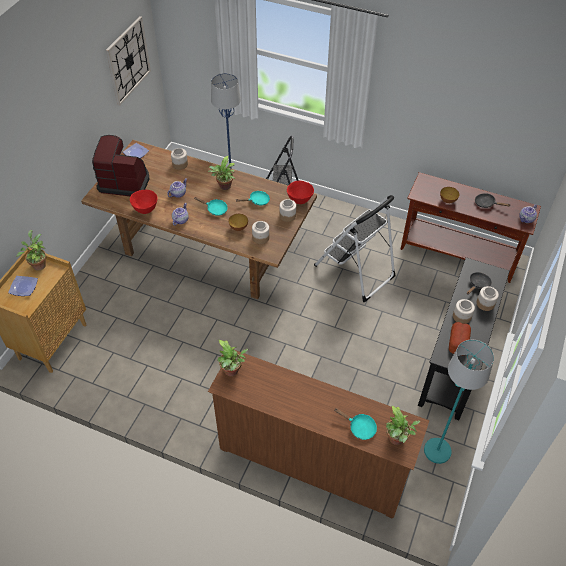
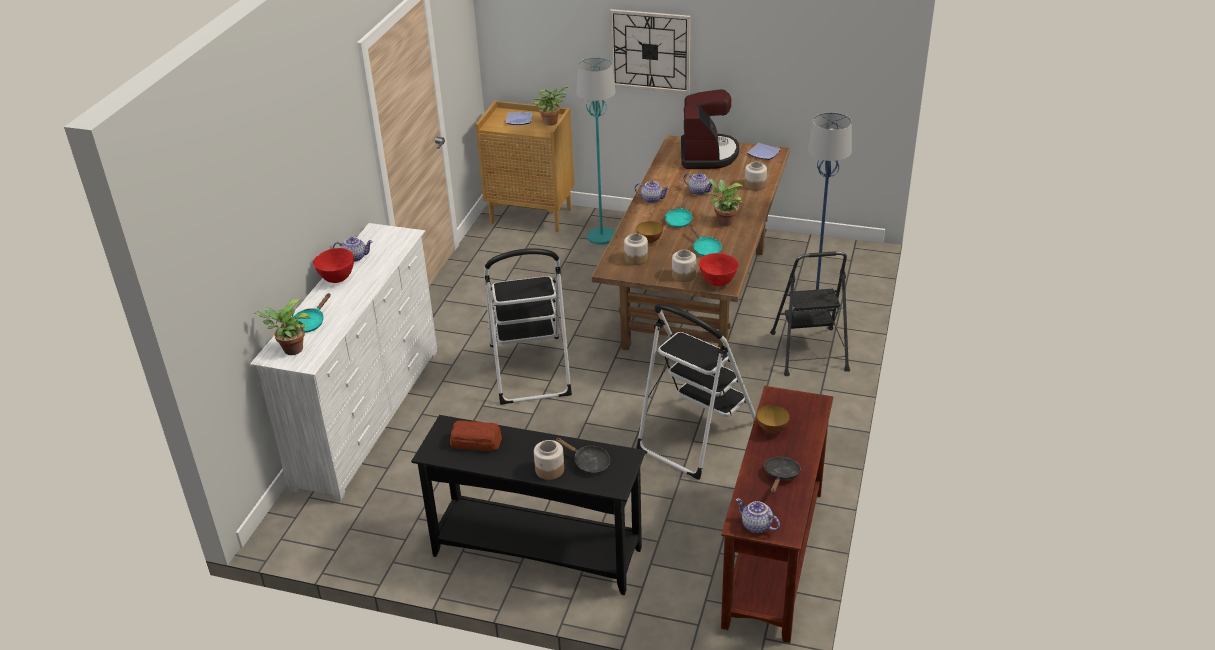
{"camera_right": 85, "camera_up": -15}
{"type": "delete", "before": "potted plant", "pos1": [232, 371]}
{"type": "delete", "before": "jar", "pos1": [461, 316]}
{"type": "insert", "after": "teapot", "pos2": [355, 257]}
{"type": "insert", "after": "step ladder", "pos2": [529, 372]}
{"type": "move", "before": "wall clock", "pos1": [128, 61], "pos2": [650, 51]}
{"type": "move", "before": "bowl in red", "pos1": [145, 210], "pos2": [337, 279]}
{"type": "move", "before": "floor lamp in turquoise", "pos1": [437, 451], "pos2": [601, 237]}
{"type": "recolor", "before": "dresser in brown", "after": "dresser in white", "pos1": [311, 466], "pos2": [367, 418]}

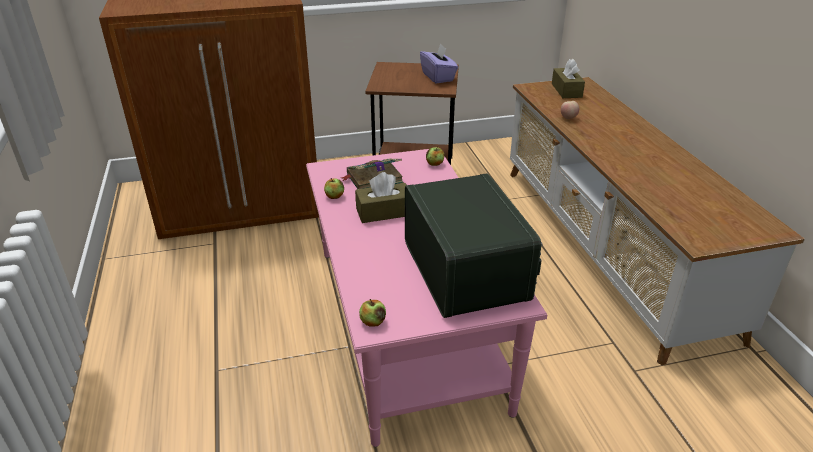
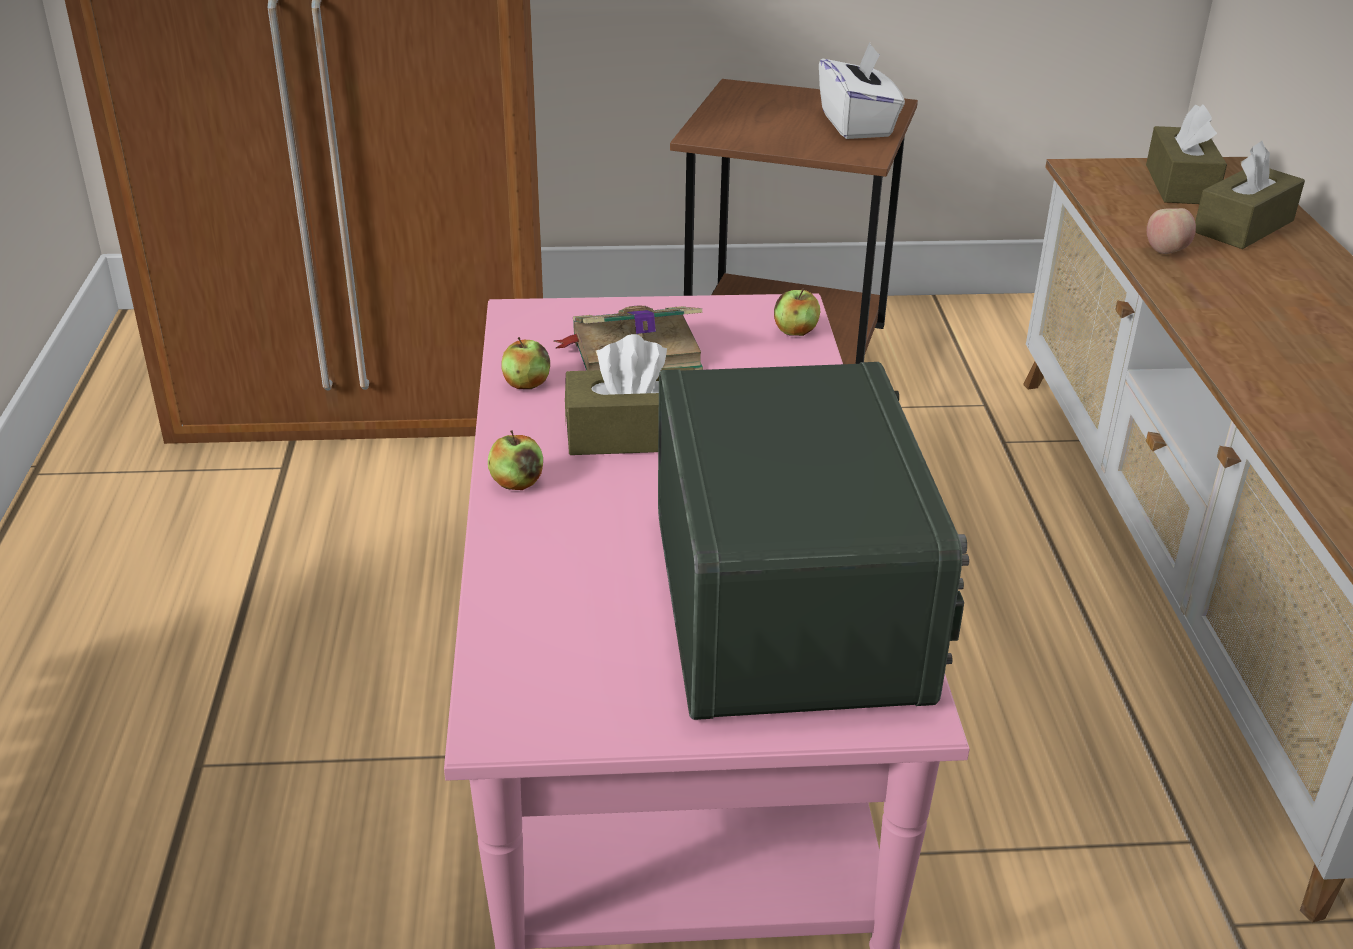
{"camera_right": 10, "camera_up": 0}
{"type": "insert", "after": "tissue box in brown", "pos2": [1243, 226]}
{"type": "move", "before": "apple", "pos1": [373, 322], "pos2": [516, 482]}
{"type": "recolor", "before": "tissue box in purple", "after": "tissue box in white", "pos1": [438, 77], "pos2": [857, 125]}

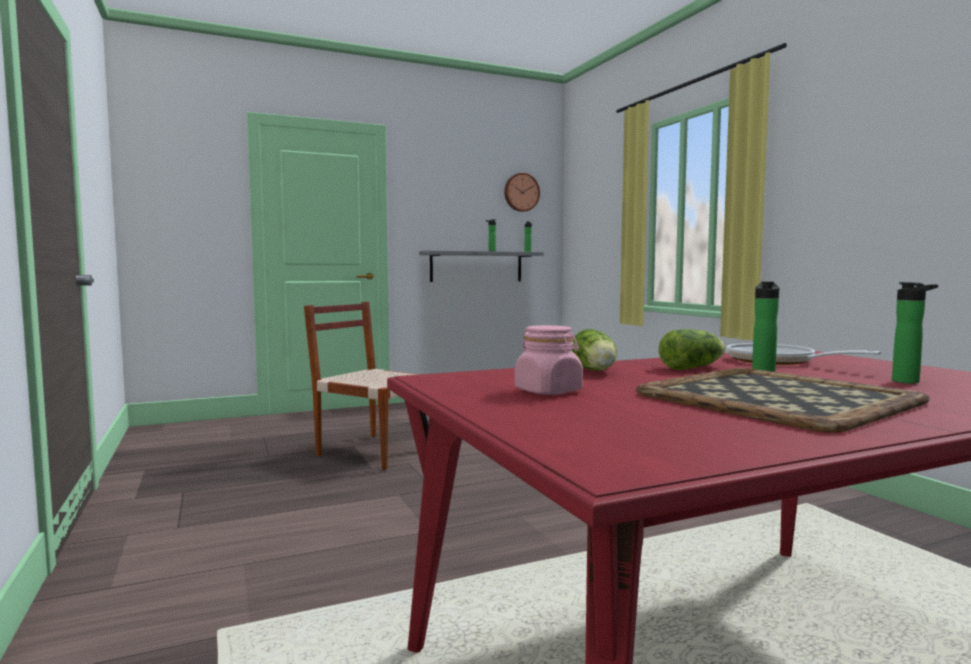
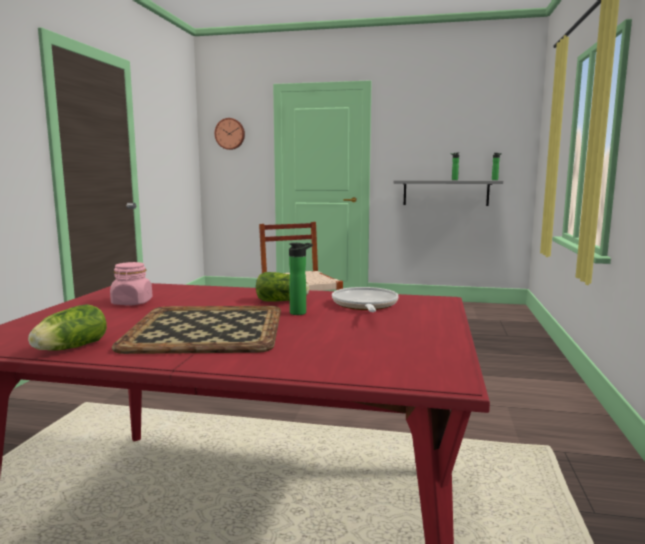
{"camera_right": 35, "camera_up": 5}
{"type": "delete", "before": "bottle", "pos1": [909, 382]}
{"type": "move", "before": "wall clock", "pos1": [521, 192], "pos2": [230, 134]}
{"type": "move", "before": "lettuce", "pos1": [595, 371], "pos2": [68, 348]}

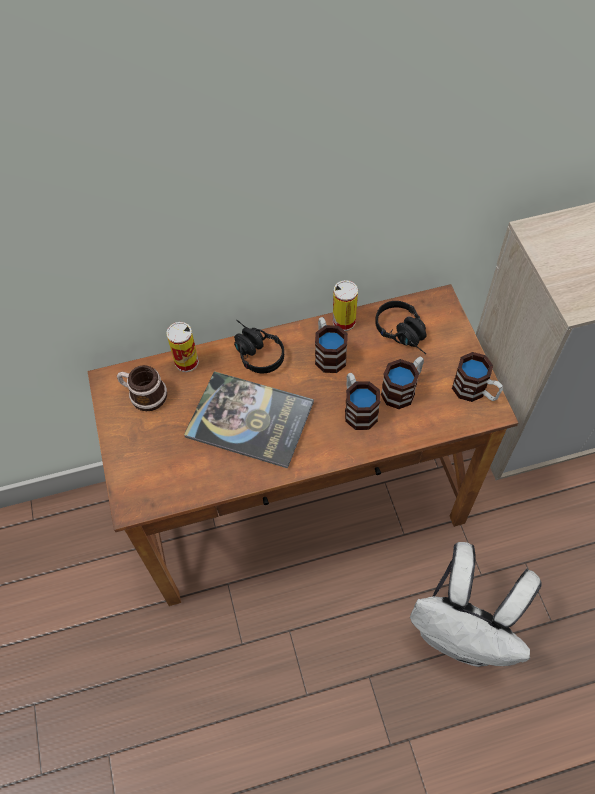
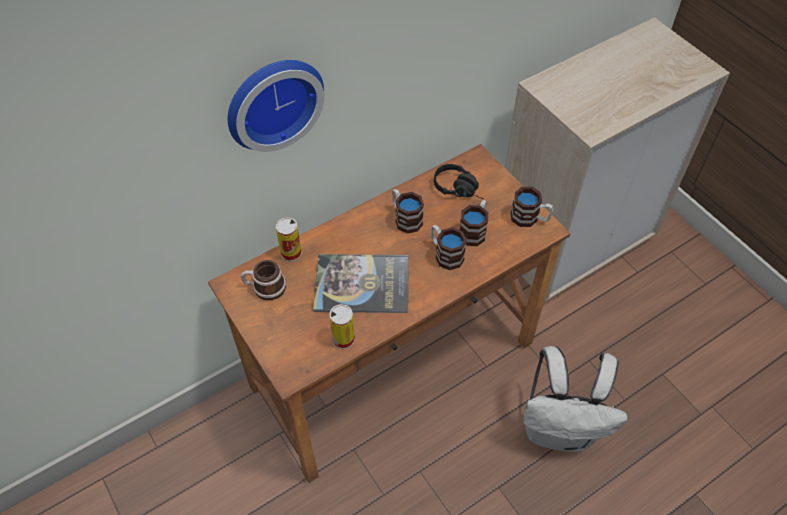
{"camera_right": -20, "camera_up": -5}
{"type": "delete", "before": "headphones in black", "pos1": [254, 352]}
{"type": "insert", "after": "wall clock", "pos2": [272, 100]}
{"type": "move", "before": "can", "pos1": [344, 321], "pos2": [343, 339]}

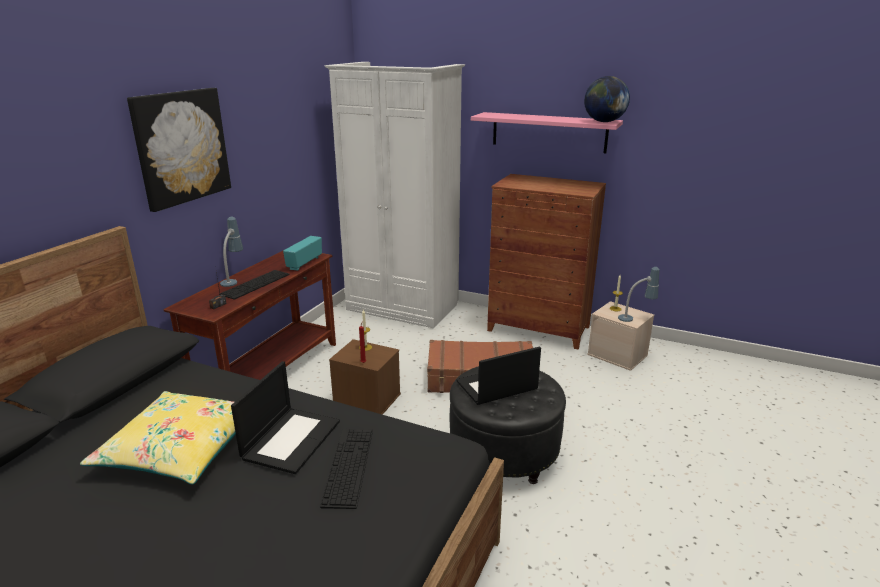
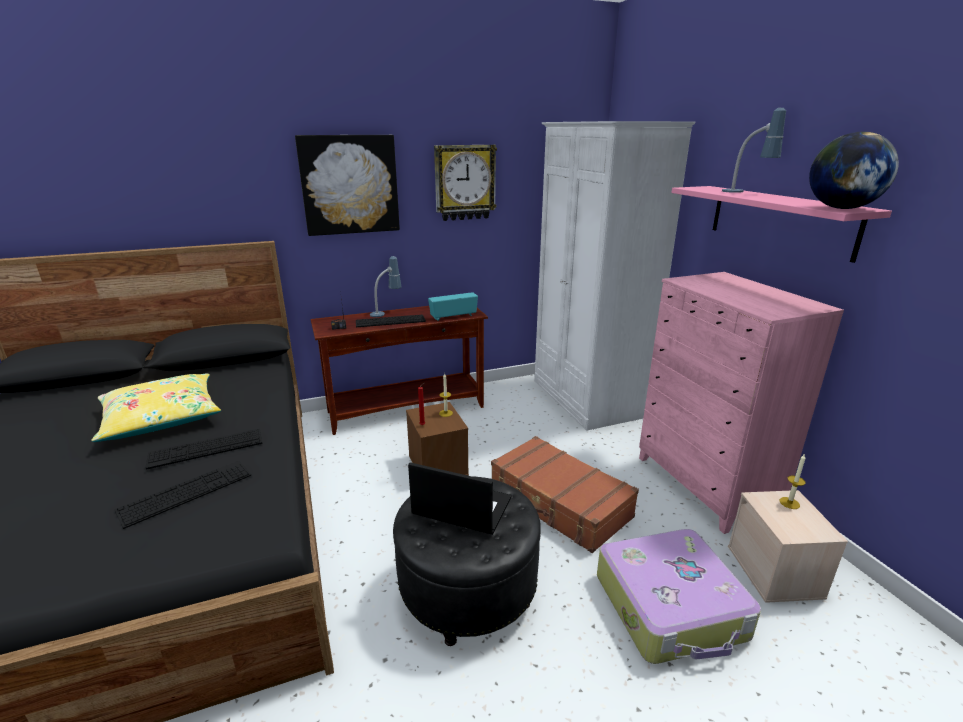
{"camera_right": 45, "camera_up": 0}
{"type": "insert", "after": "wall clock", "pos2": [464, 182]}
{"type": "insert", "after": "suitcase", "pos2": [671, 607]}
{"type": "move", "before": "table lamp", "pos1": [636, 318], "pos2": [746, 192]}
{"type": "replace", "before": "laptop", "after": "keyboard", "pos1": [291, 439], "pos2": [206, 448]}
{"type": "recolor", "before": "dresser in brown", "after": "dresser in pink", "pos1": [539, 330], "pos2": [703, 486]}

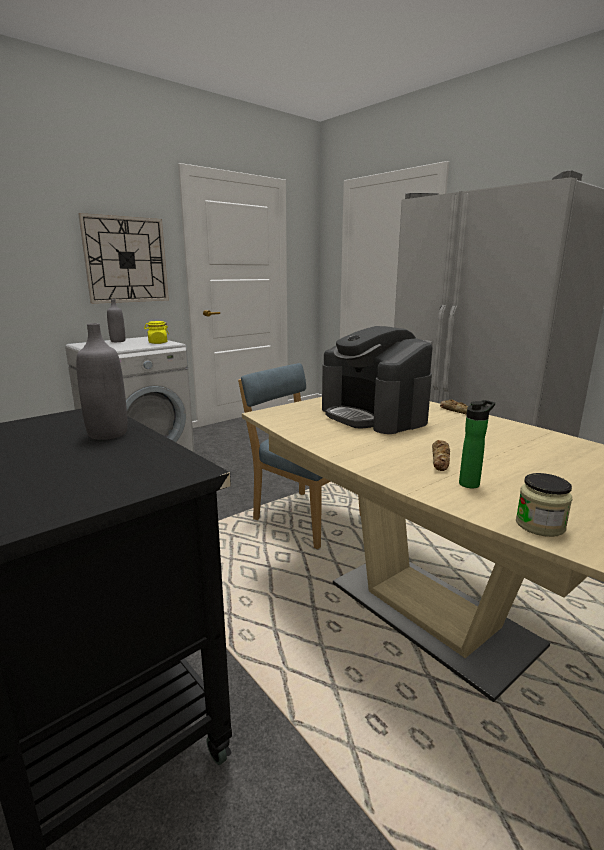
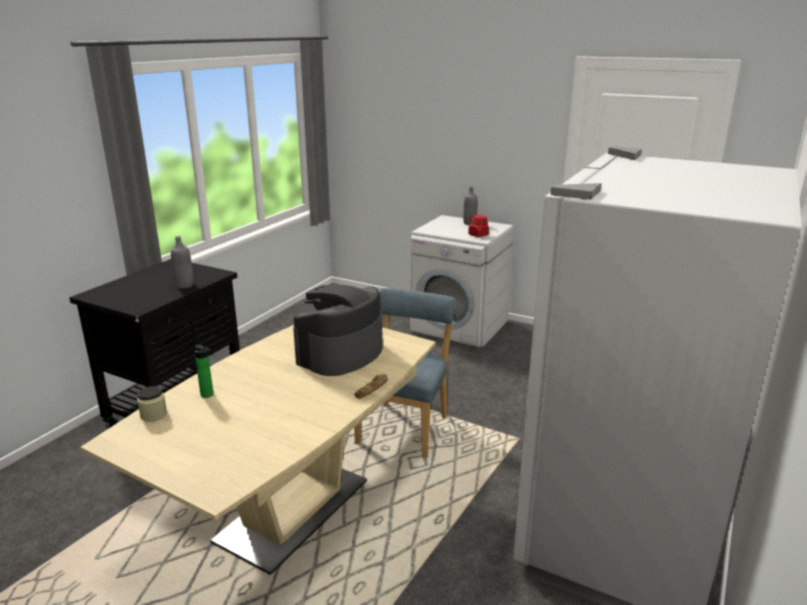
{"camera_right": 70, "camera_up": 5}
{"type": "delete", "before": "wall clock", "pos1": [126, 260]}
{"type": "delete", "before": "bread", "pos1": [441, 459]}
{"type": "recolor", "before": "jar in yellow", "after": "jar in red", "pos1": [157, 343], "pos2": [478, 235]}

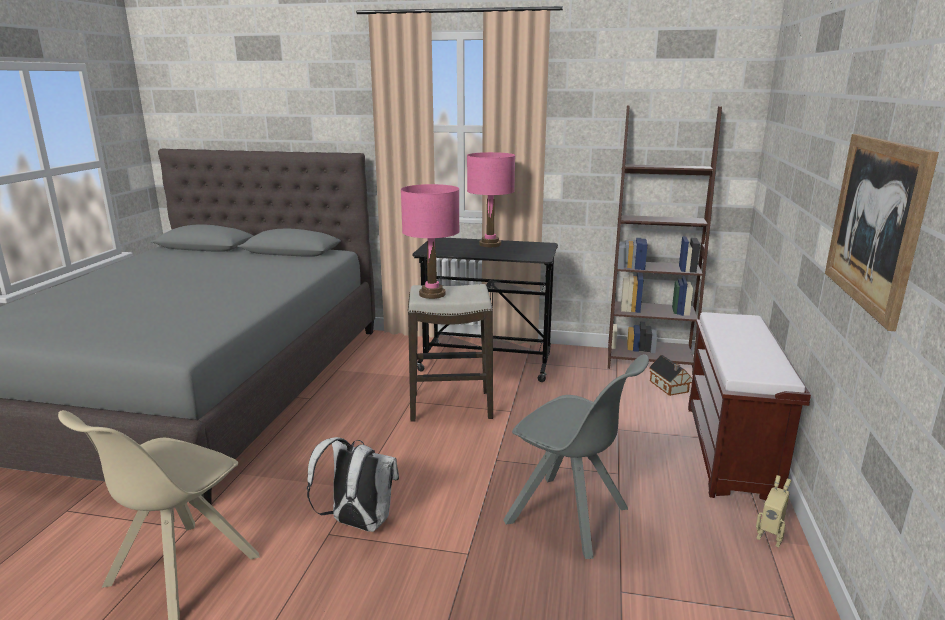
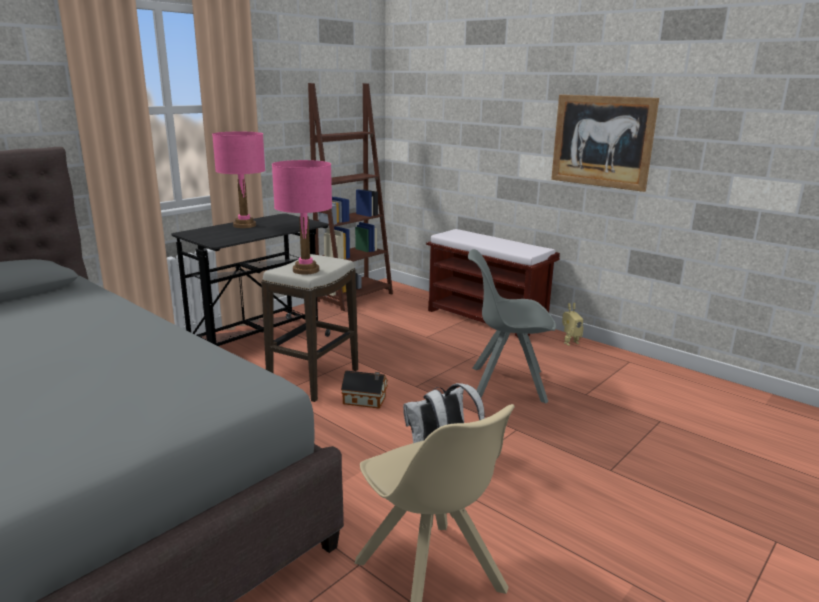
{"camera_right": -60, "camera_up": 0}
{"type": "move", "before": "toy house", "pos1": [669, 387], "pos2": [366, 400]}
{"type": "rotate", "before": "chair in grey", "pos1": [569, 516], "pos2": [506, 384], "turn": -150}

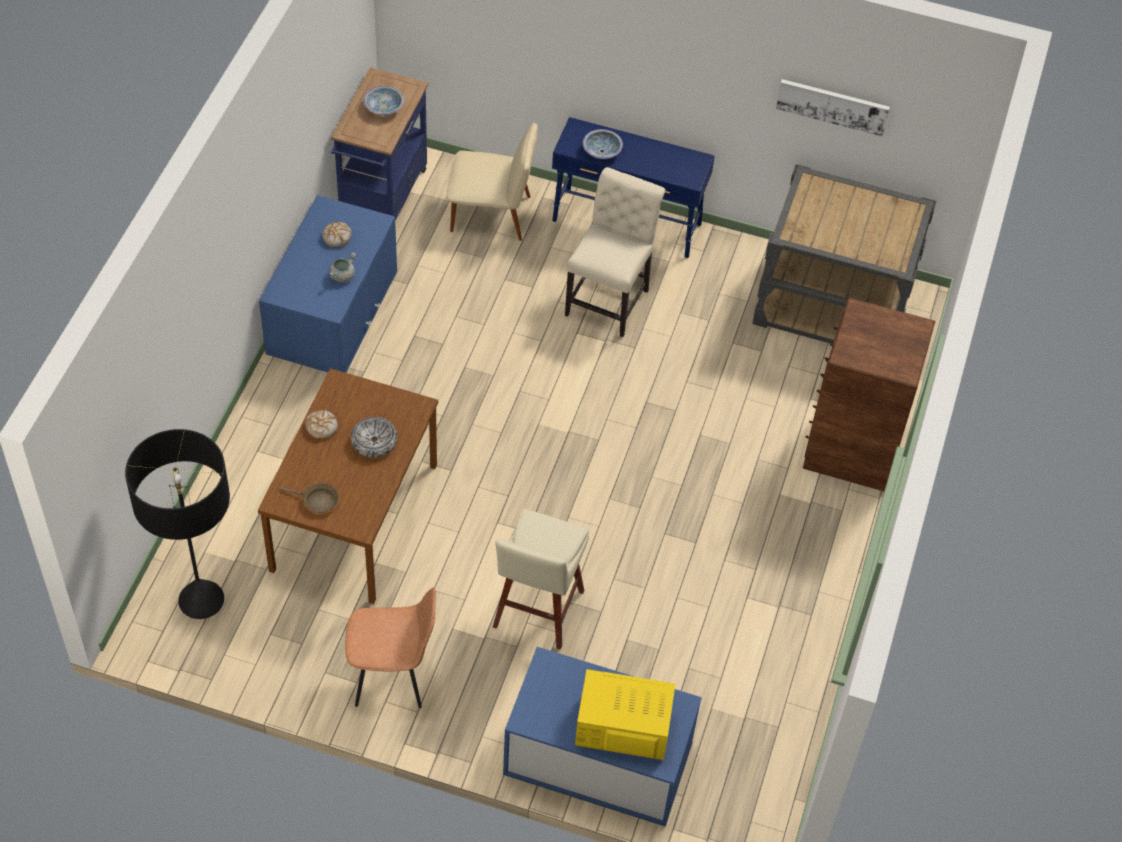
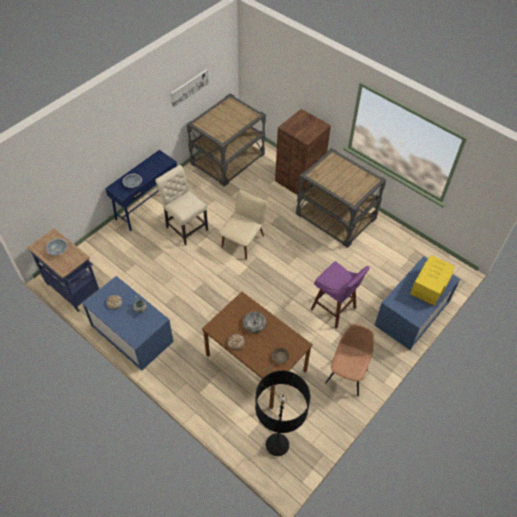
{"camera_right": -65, "camera_up": 0}
{"type": "insert", "after": "bookcase", "pos2": [336, 216]}
{"type": "move", "before": "chair in beige", "pos1": [490, 214], "pos2": [243, 241]}
{"type": "recolor", "before": "stool in beige", "after": "stool in purple", "pos1": [537, 611], "pos2": [334, 309]}

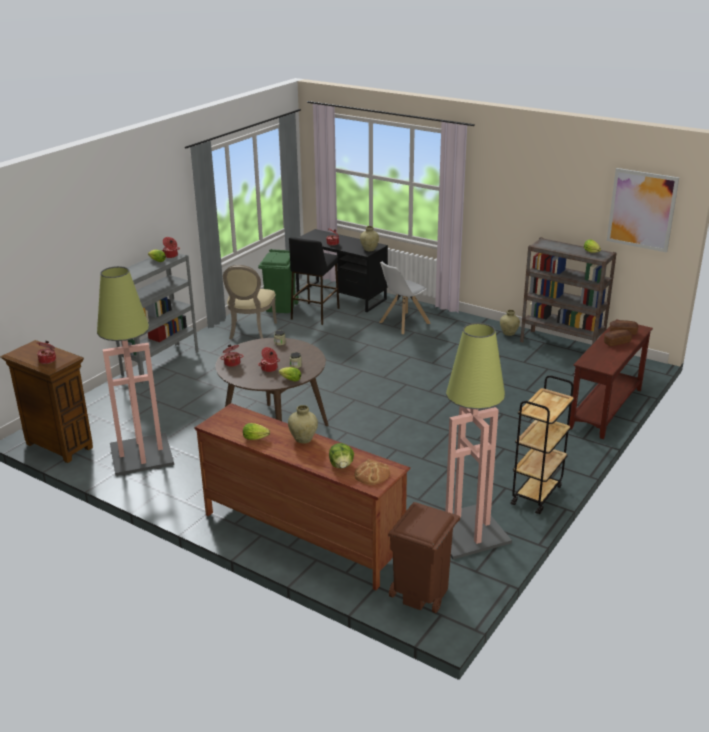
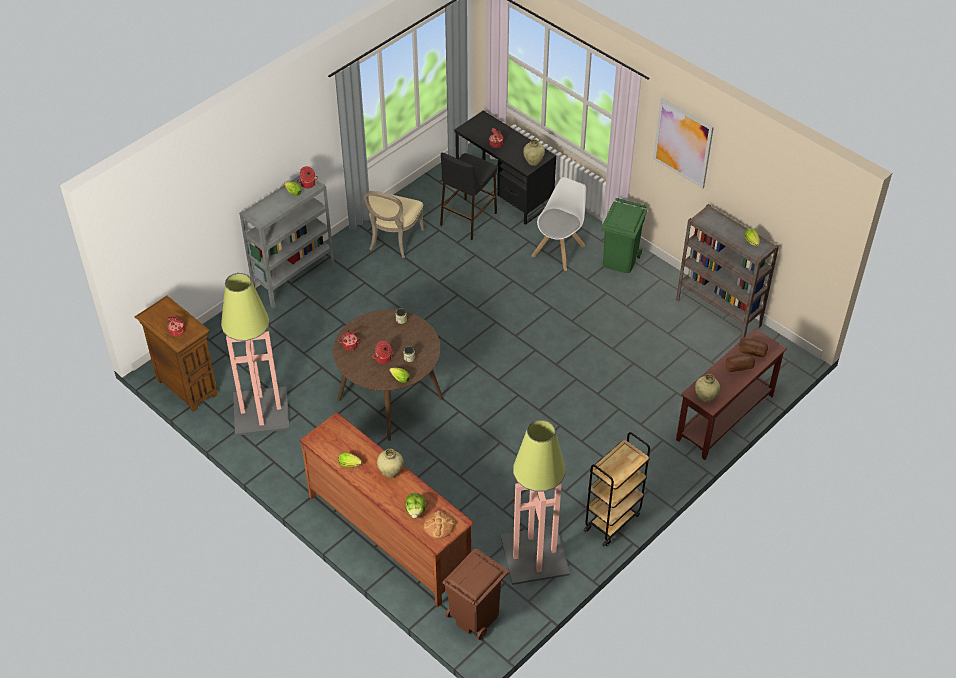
{"camera_right": 10, "camera_up": 20}
{"type": "move", "before": "trash can in green", "pos1": [281, 307], "pos2": [620, 260]}
{"type": "move", "before": "vase in beige", "pos1": [509, 333], "pos2": [705, 397]}
{"type": "move", "before": "picture", "pos1": [642, 210], "pos2": [683, 142]}
{"type": "rotate", "before": "chair", "pos1": [403, 323], "pos2": [559, 250], "turn": 150}

